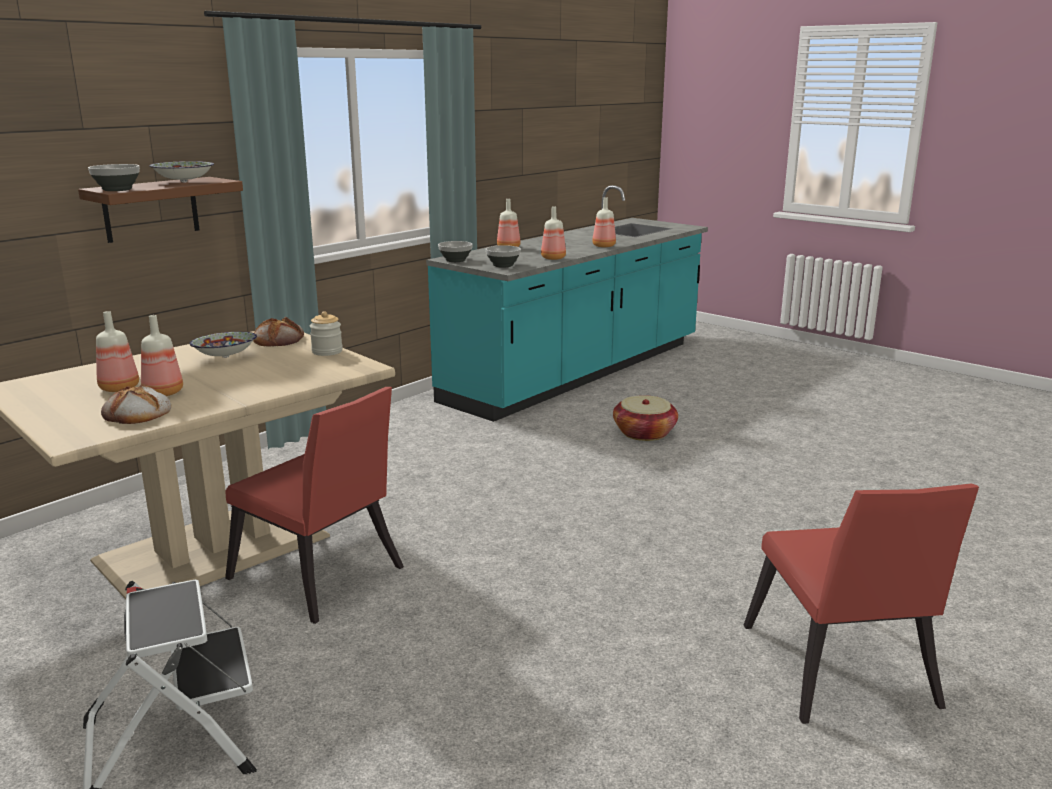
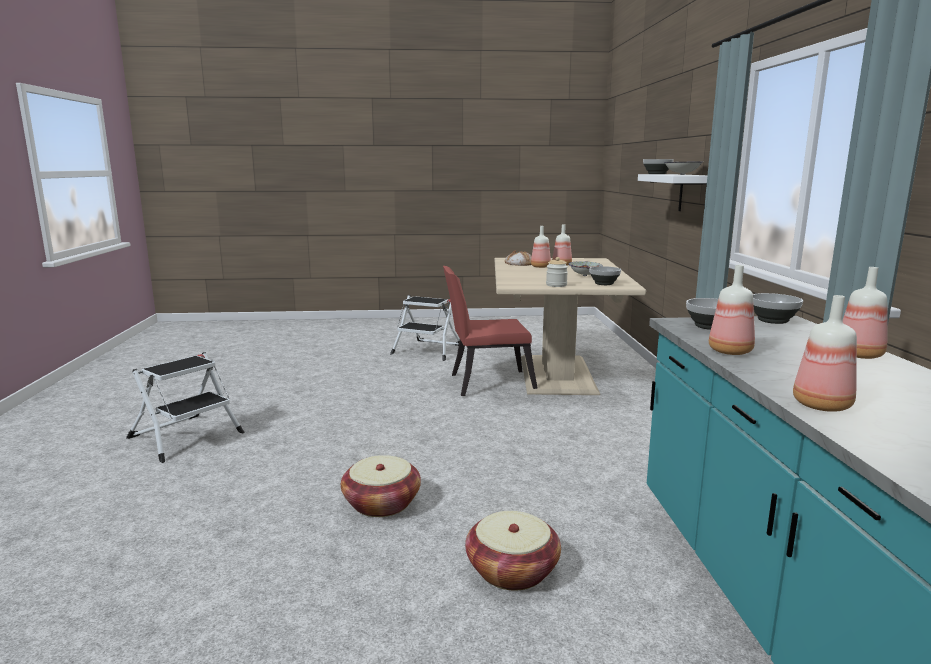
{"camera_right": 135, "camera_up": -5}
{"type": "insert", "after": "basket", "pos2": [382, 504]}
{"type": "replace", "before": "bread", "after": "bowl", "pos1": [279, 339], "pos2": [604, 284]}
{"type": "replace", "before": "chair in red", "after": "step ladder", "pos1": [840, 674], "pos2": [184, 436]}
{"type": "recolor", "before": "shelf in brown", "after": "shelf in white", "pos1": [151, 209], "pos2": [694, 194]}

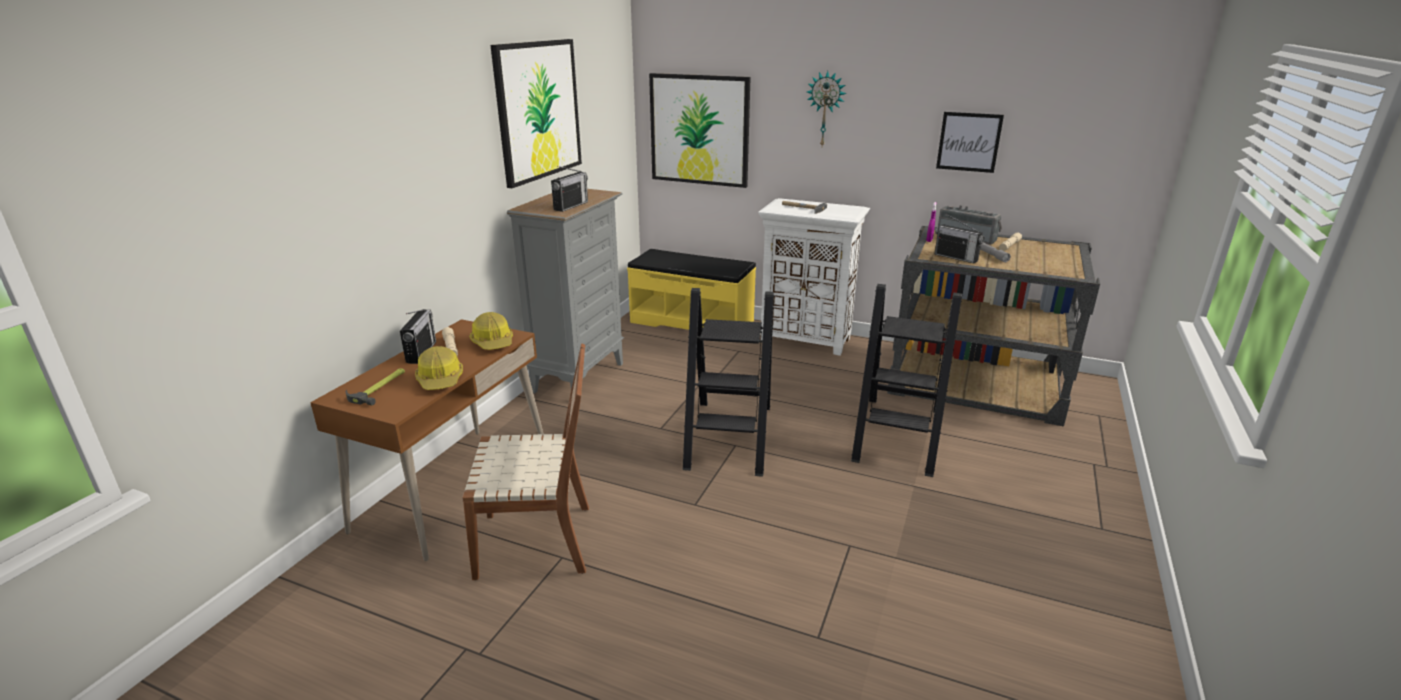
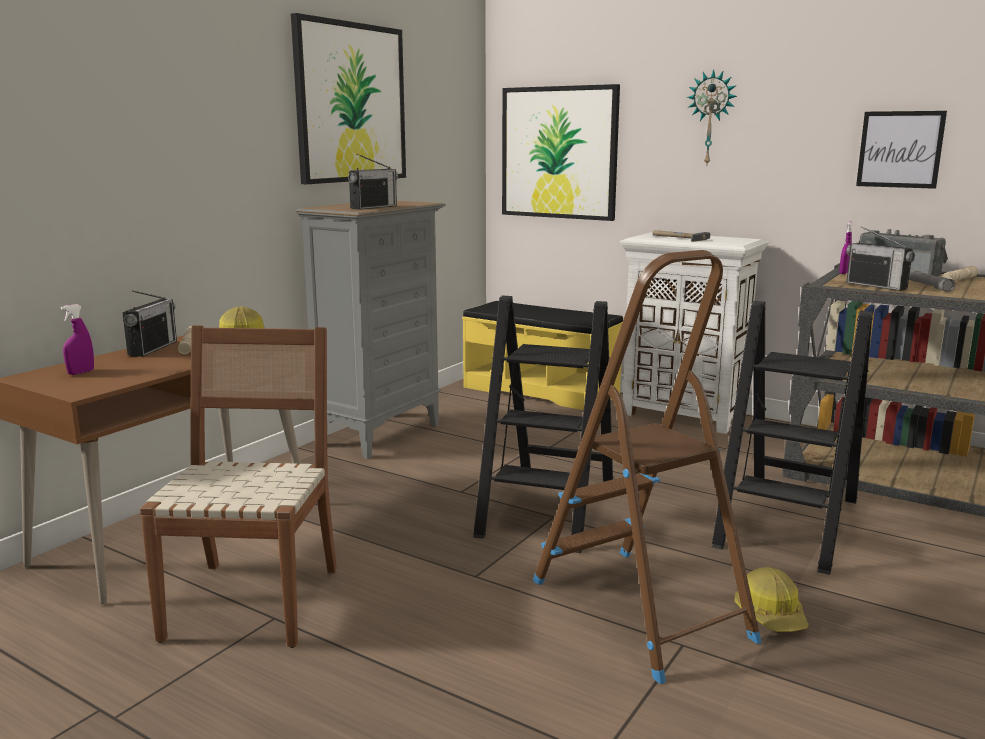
{"camera_right": 10, "camera_up": -10}
{"type": "insert", "after": "step ladder in brown", "pos2": [637, 608]}
{"type": "move", "before": "hard hat", "pos1": [440, 380], "pos2": [771, 614]}
{"type": "replace", "before": "hammer", "after": "spray bottle in purple", "pos1": [380, 388], "pos2": [81, 372]}
{"type": "rotate", "before": "chair", "pos1": [541, 542], "pos2": [255, 599], "turn": -90}

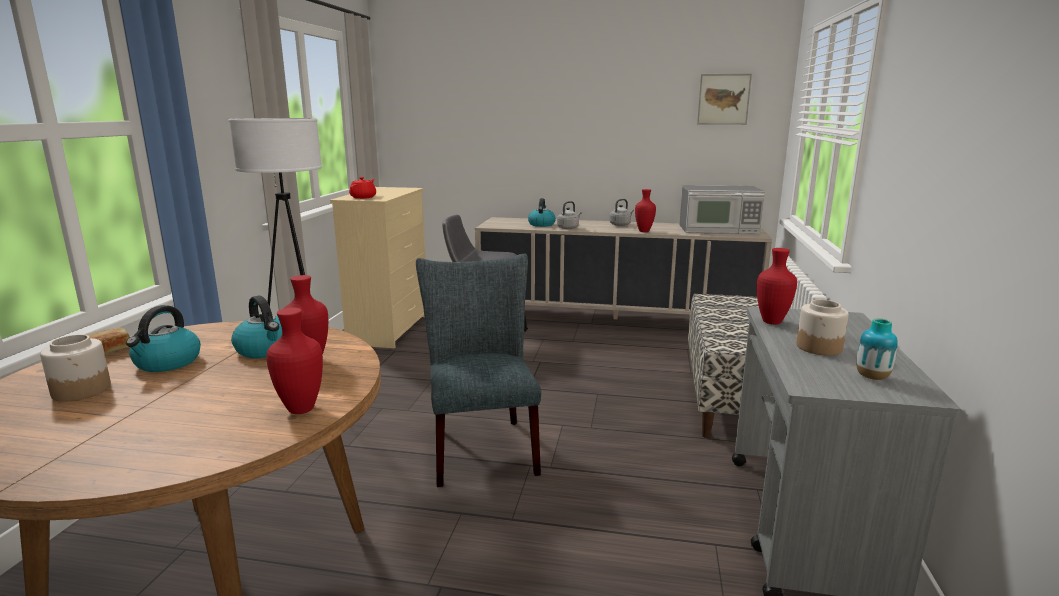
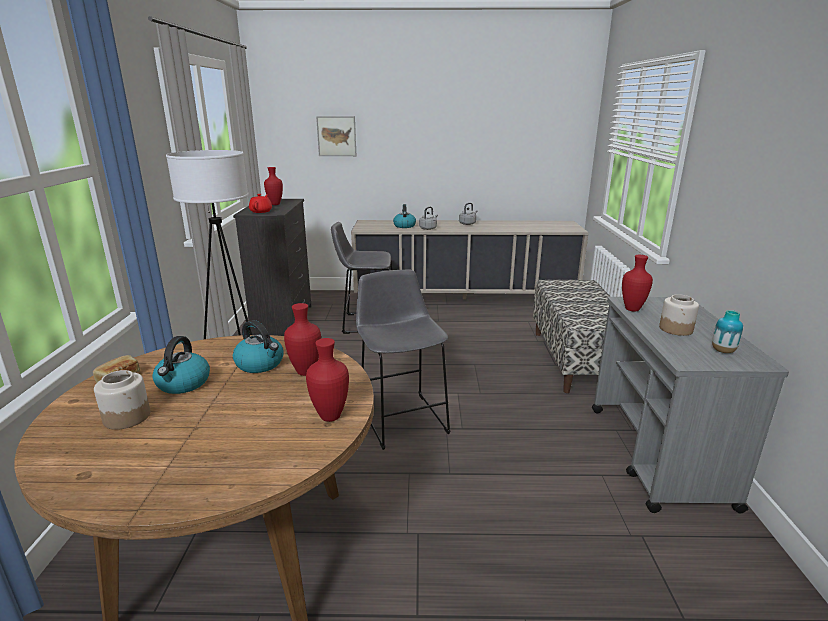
{"camera_right": -10, "camera_up": 5}
{"type": "delete", "before": "microwave", "pos1": [719, 229]}
{"type": "move", "before": "vase in red", "pos1": [644, 231], "pos2": [275, 204]}
{"type": "move", "before": "picture", "pos1": [723, 99], "pos2": [336, 136]}
{"type": "replace", "before": "chair in grey", "after": "stool in grey", "pos1": [481, 446], "pos2": [402, 417]}
{"type": "recolor", "before": "dresser in beige", "after": "dresser in black", "pos1": [390, 329], "pos2": [284, 320]}

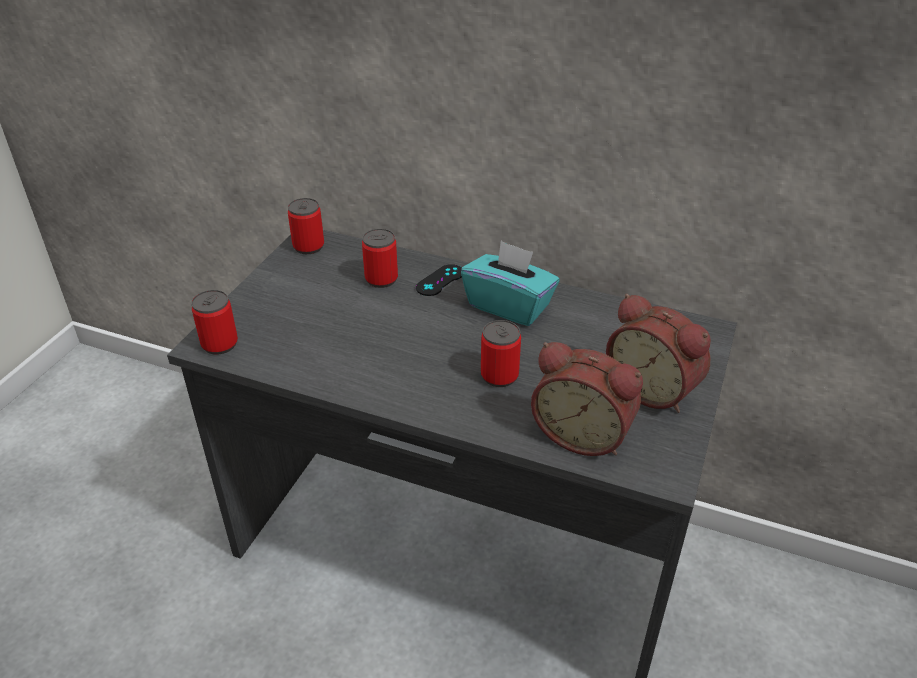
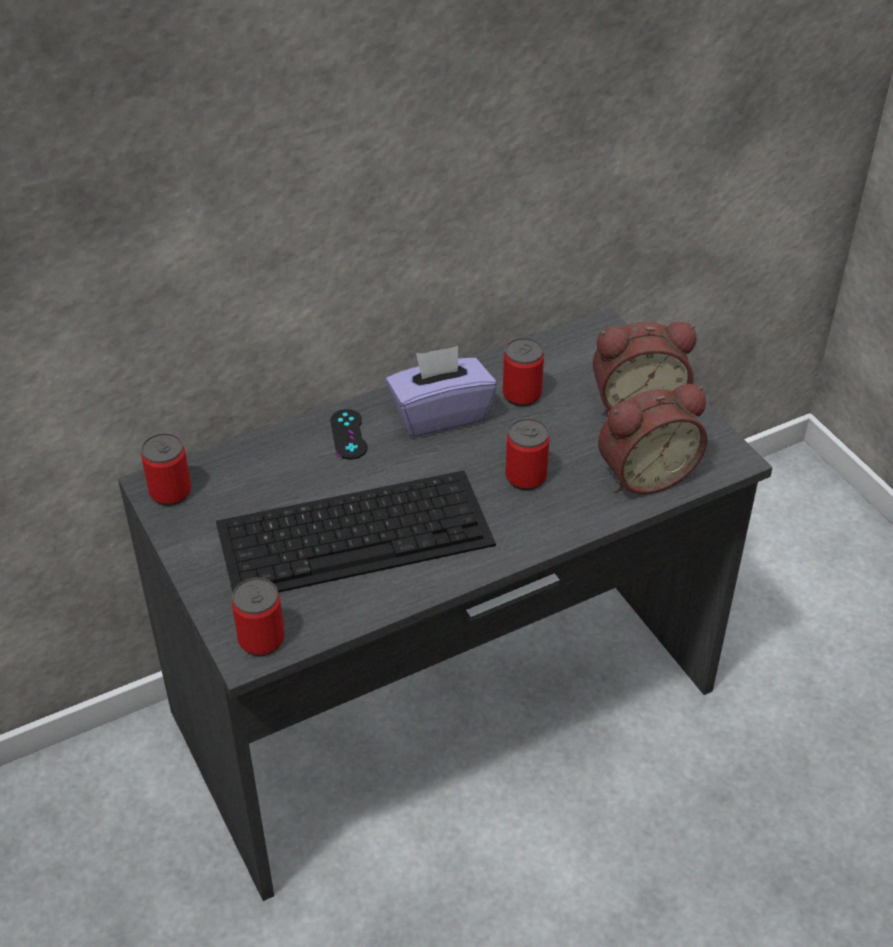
{"camera_right": -50, "camera_up": 5}
{"type": "insert", "after": "keyboard", "pos2": [357, 532]}
{"type": "move", "before": "can", "pos1": [381, 279], "pos2": [522, 395]}
{"type": "recolor", "before": "tissue box in turquoise", "after": "tissue box in purple", "pos1": [509, 306], "pos2": [440, 414]}

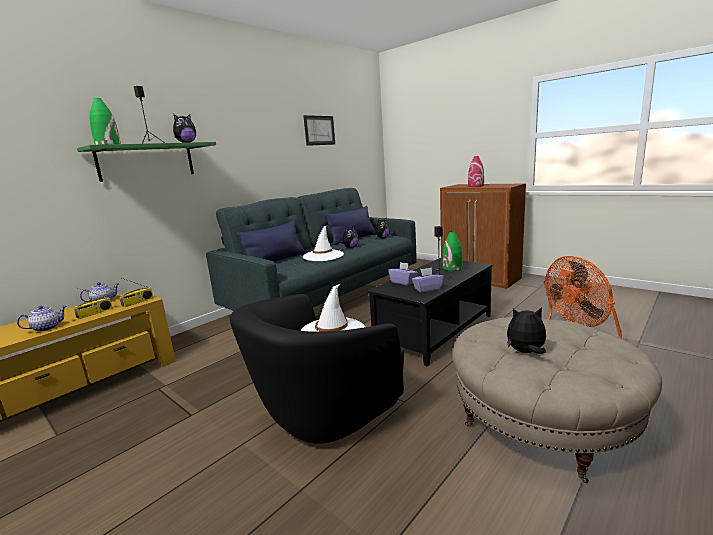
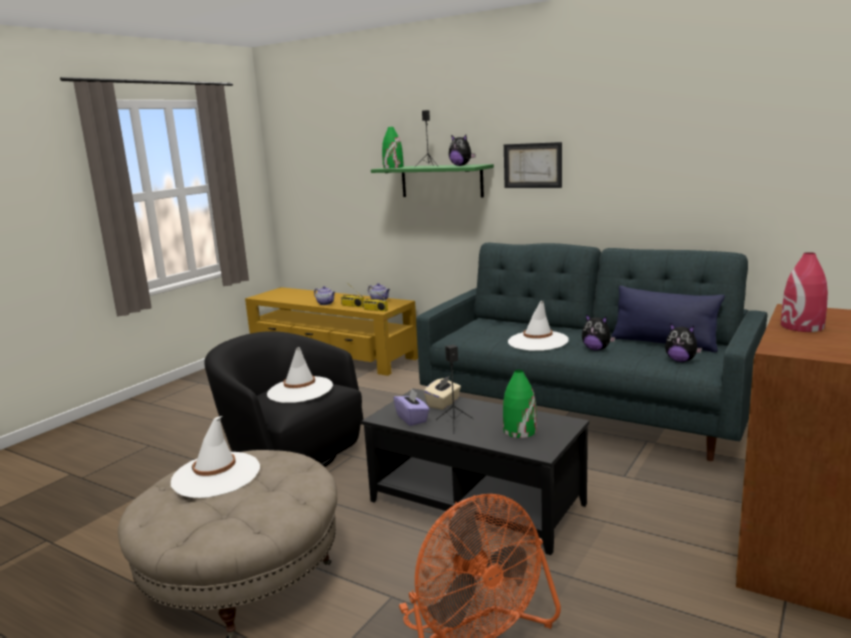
{"camera_right": 80, "camera_up": 0}
{"type": "delete", "before": "pillow in blue", "pos1": [276, 261]}
{"type": "move", "before": "picture", "pos1": [319, 130], "pos2": [532, 165]}
{"type": "replace", "before": "plush toy", "after": "hat in white", "pos1": [526, 352], "pos2": [216, 475]}
{"type": "recolor", "before": "tissue box in purple", "after": "tissue box in beige", "pos1": [403, 282], "pos2": [443, 403]}

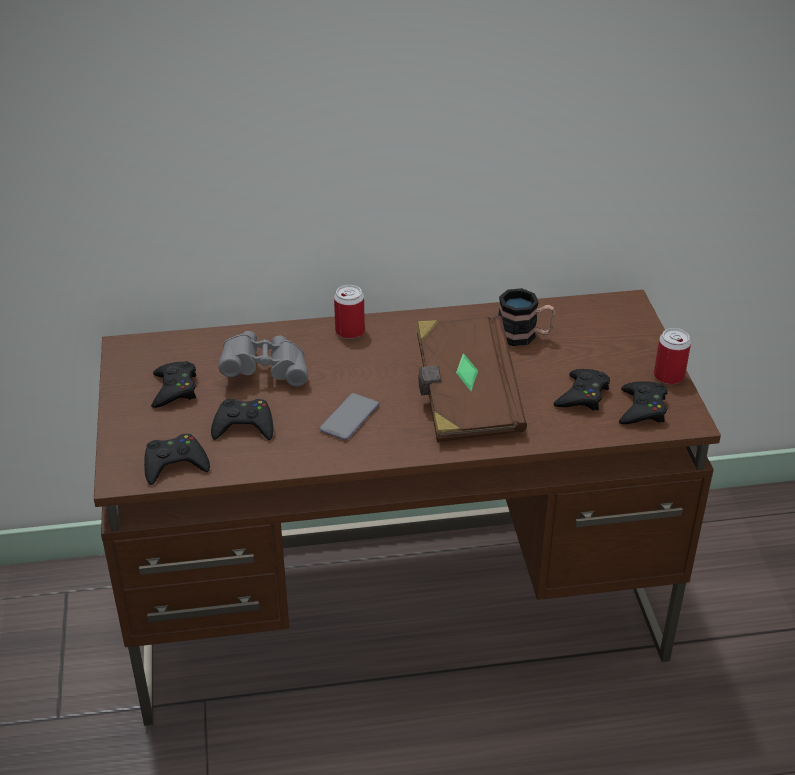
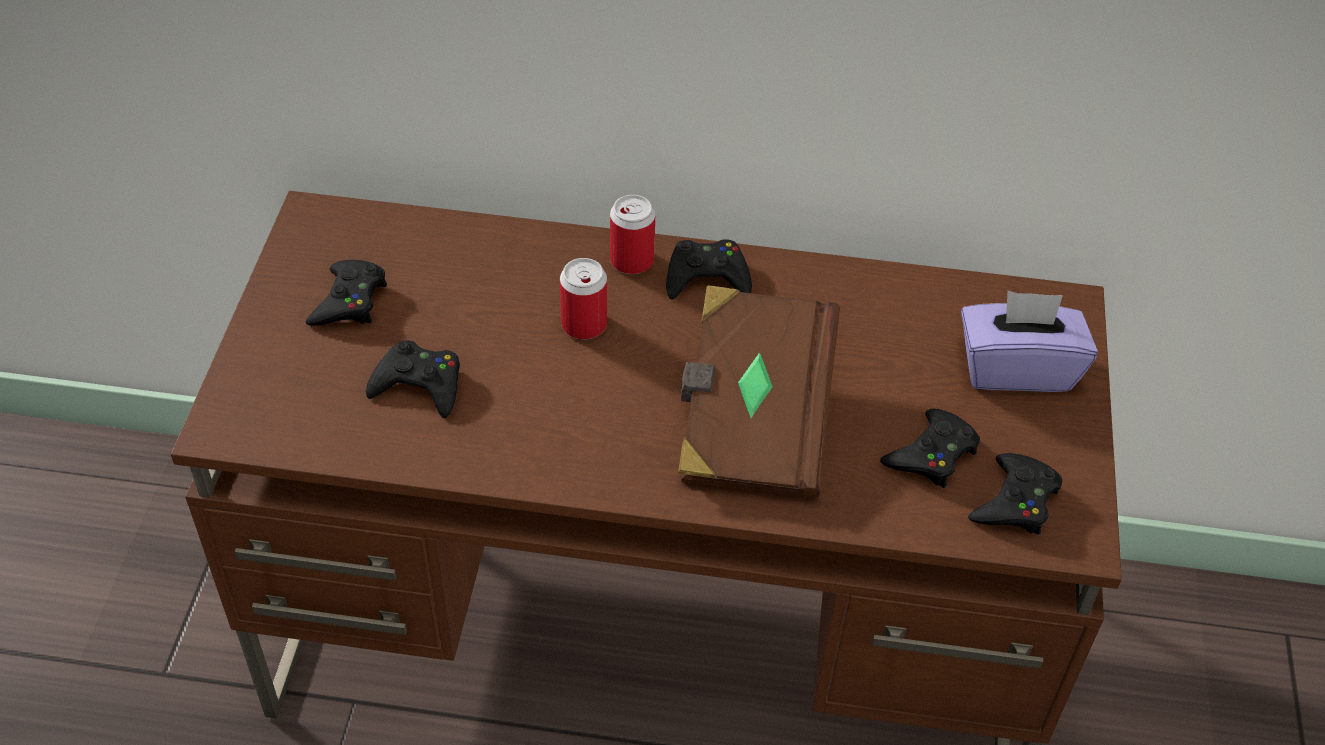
{"camera_right": 15, "camera_up": 10}
{"type": "delete", "before": "binoculars in grey", "pos1": [265, 371]}
{"type": "delete", "before": "phone", "pos1": [349, 418]}
{"type": "delete", "before": "mug", "pos1": [524, 336]}
{"type": "insert", "after": "tissue box in purple", "pos2": [1016, 368]}
{"type": "move", "before": "game controller in black", "pos1": [175, 464], "pos2": [707, 277]}
{"type": "move", "before": "can", "pos1": [669, 376], "pos2": [584, 324]}

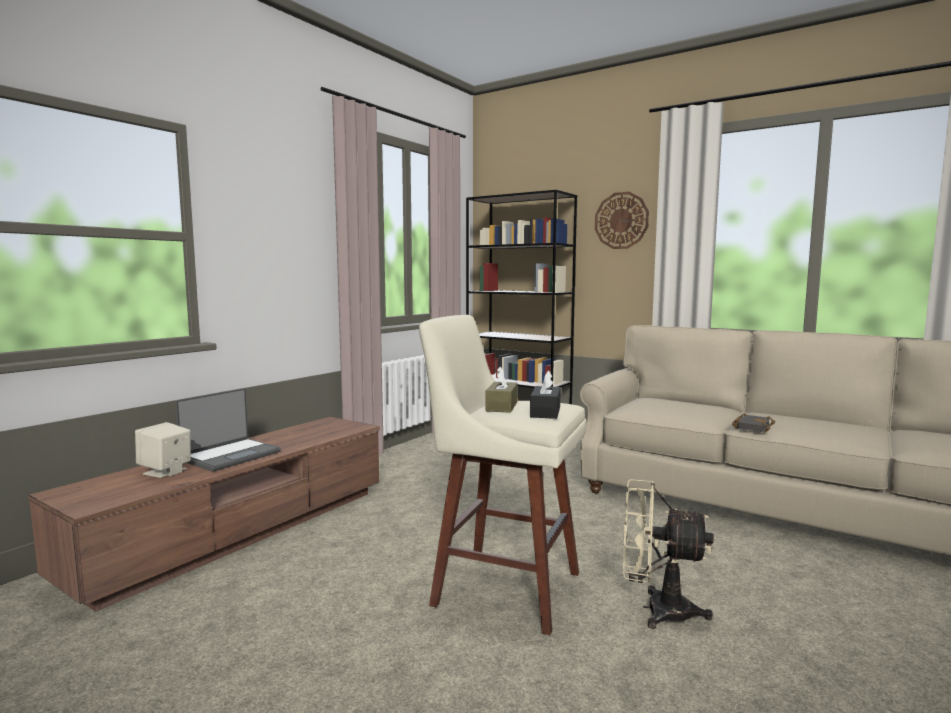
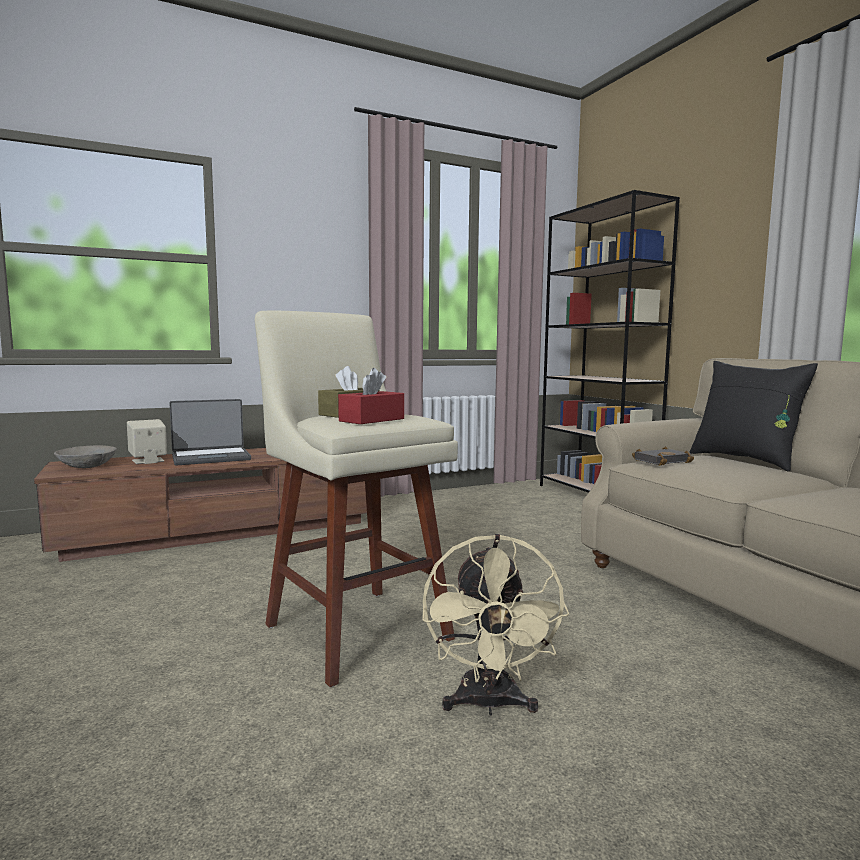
{"camera_right": 30, "camera_up": 0}
{"type": "delete", "before": "wall clock", "pos1": [621, 220]}
{"type": "insert", "after": "bowl in grey", "pos2": [87, 466]}
{"type": "insert", "after": "pillow in black", "pos2": [744, 460]}
{"type": "move", "before": "book in black", "pos1": [751, 426], "pos2": [661, 461]}
{"type": "recolor", "before": "tissue box in black", "after": "tissue box in red", "pos1": [545, 412], "pos2": [372, 420]}
{"type": "rotate", "before": "fan in beige", "pos1": [656, 610], "pos2": [489, 705], "turn": -135}

